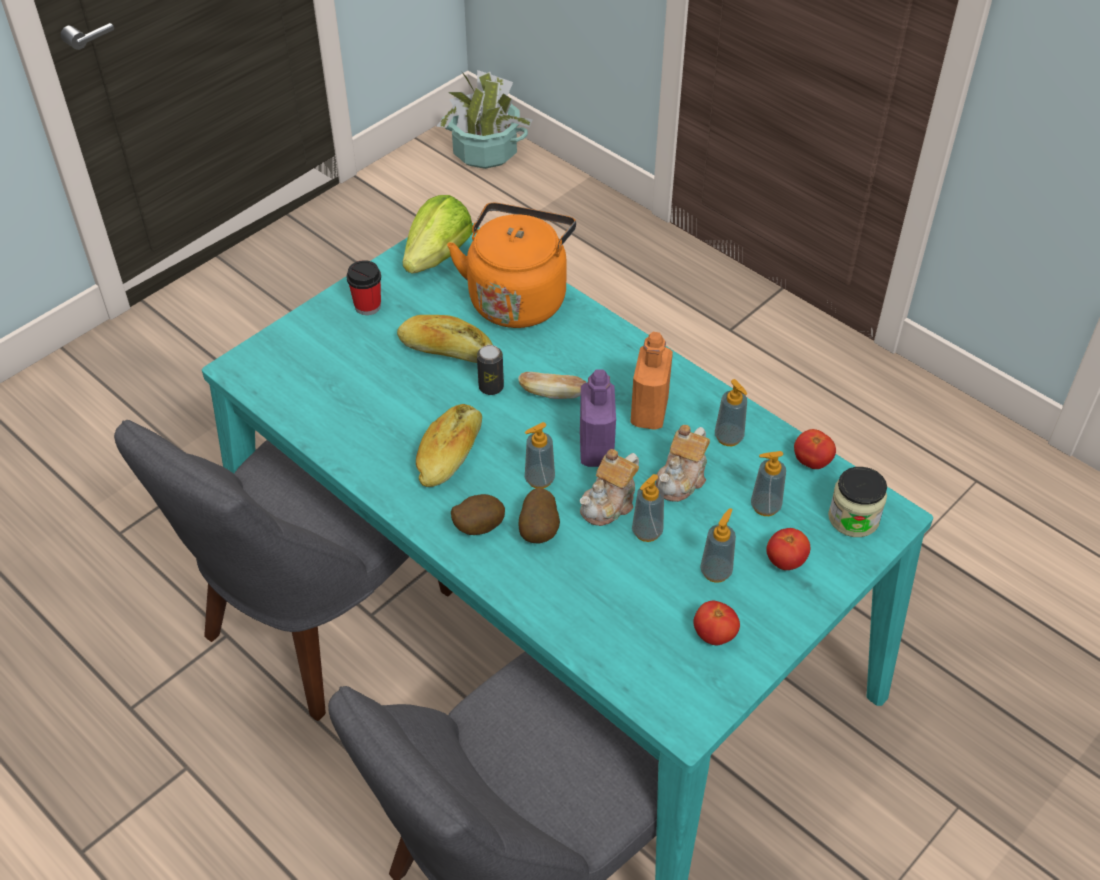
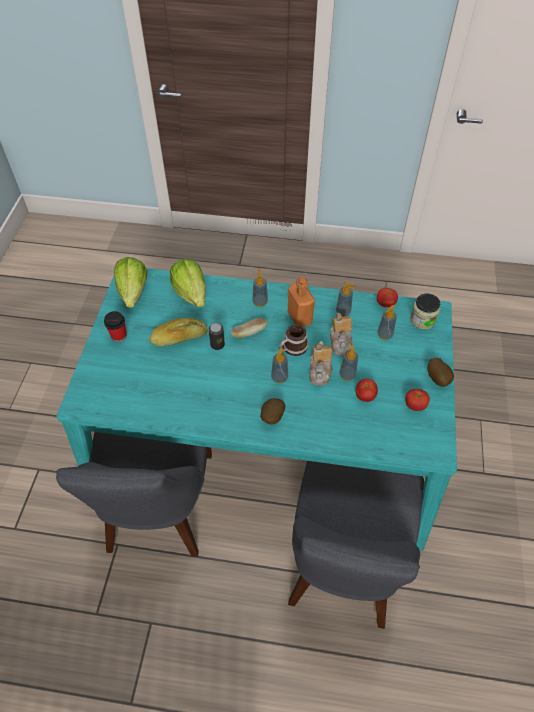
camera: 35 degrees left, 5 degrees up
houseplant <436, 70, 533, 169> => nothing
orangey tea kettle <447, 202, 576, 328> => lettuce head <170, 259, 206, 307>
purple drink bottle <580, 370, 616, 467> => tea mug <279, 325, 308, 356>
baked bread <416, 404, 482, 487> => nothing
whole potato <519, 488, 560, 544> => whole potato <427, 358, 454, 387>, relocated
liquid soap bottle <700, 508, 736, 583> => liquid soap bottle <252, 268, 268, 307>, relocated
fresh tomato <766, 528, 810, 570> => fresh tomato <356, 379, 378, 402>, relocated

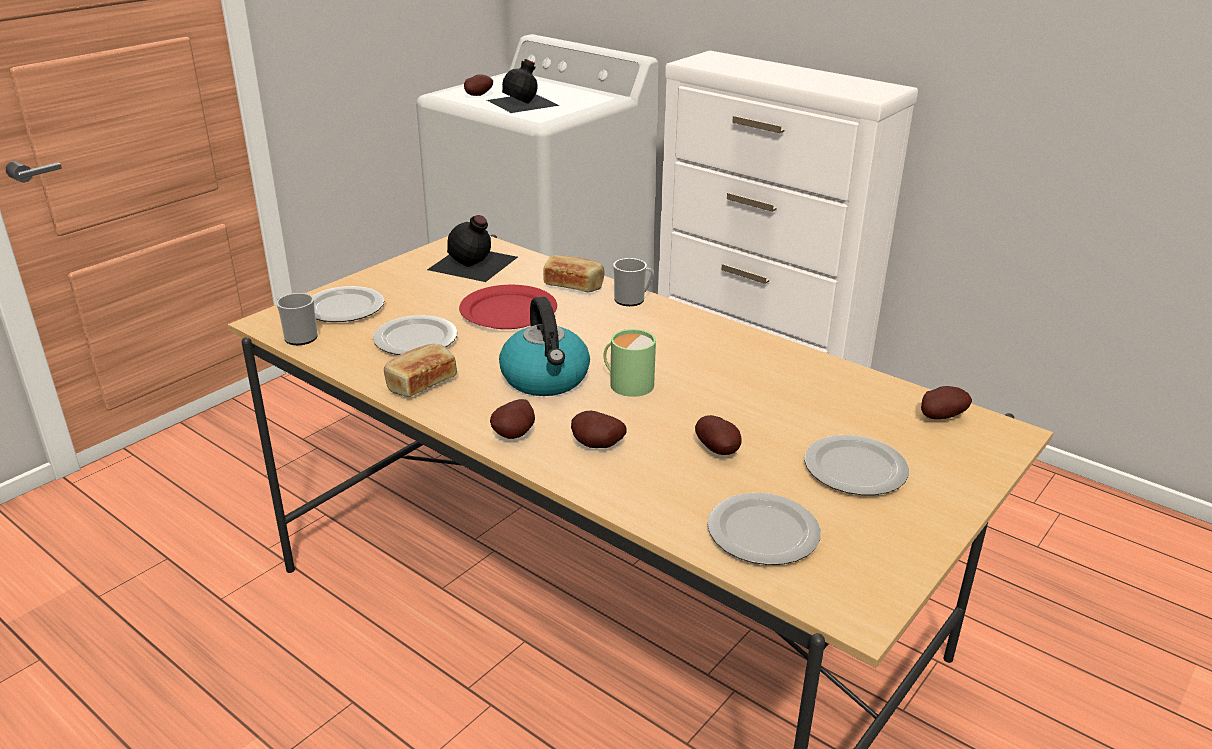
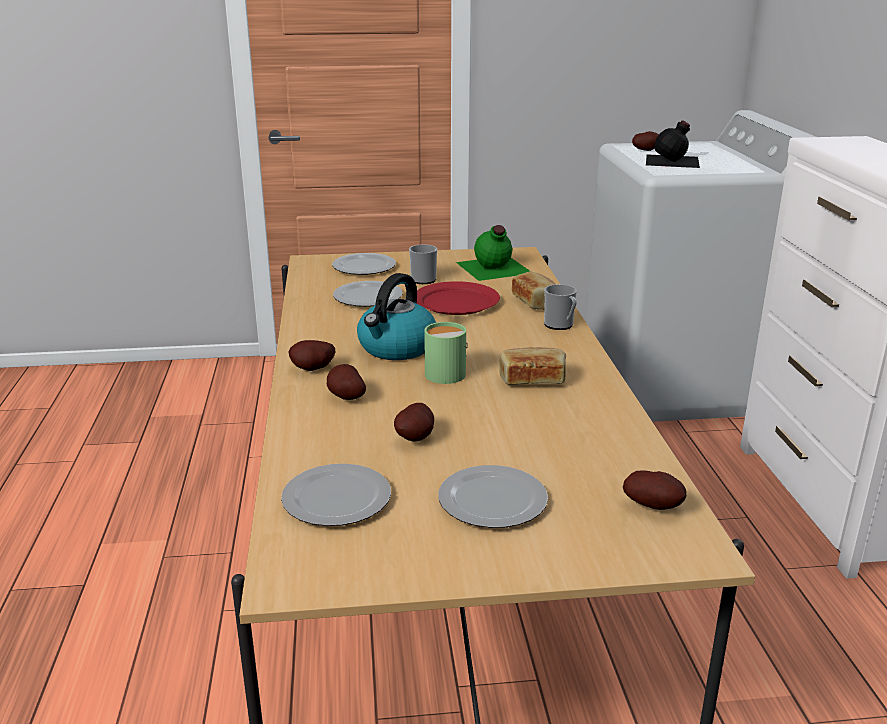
camera: 45 degrees right, 5 degrees down
black drink bottle <427, 215, 518, 282> => greenish drink bottle <456, 225, 531, 281>
tea mug <276, 293, 318, 345> => tea mug <409, 244, 437, 284>, relocated
baked bread <384, 344, 457, 397> => baked bread <499, 347, 566, 385>, relocated

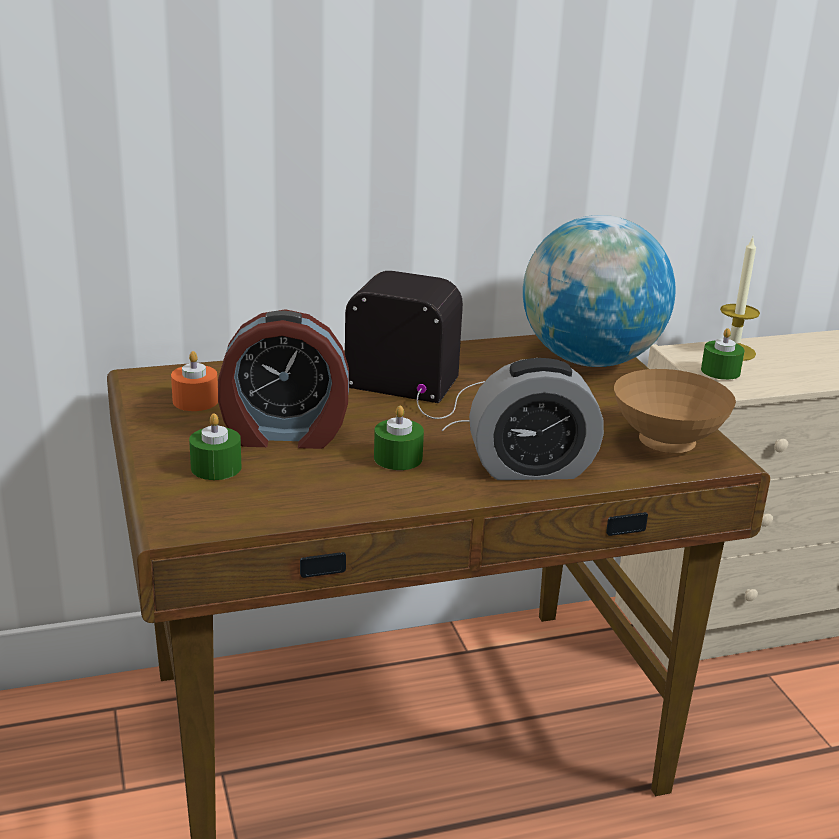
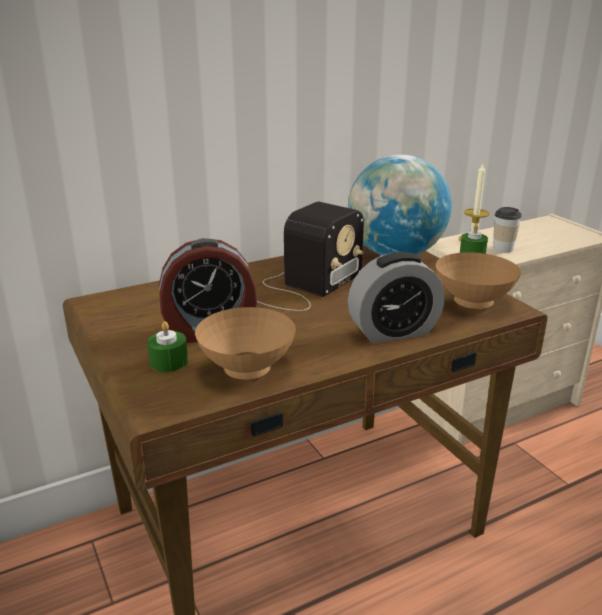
camera: 10 degrees left, 0 degrees up
radio receiver <345, 271, 485, 431> => radio receiver <255, 202, 364, 311>, 120 degrees clockwise
orangey wax light <171, 351, 218, 411> => nothing
greenish wax light <374, 406, 424, 470> => nothing
nothing => cup <493, 207, 522, 253>
nothing => brown-coloured bowl <195, 307, 296, 380>

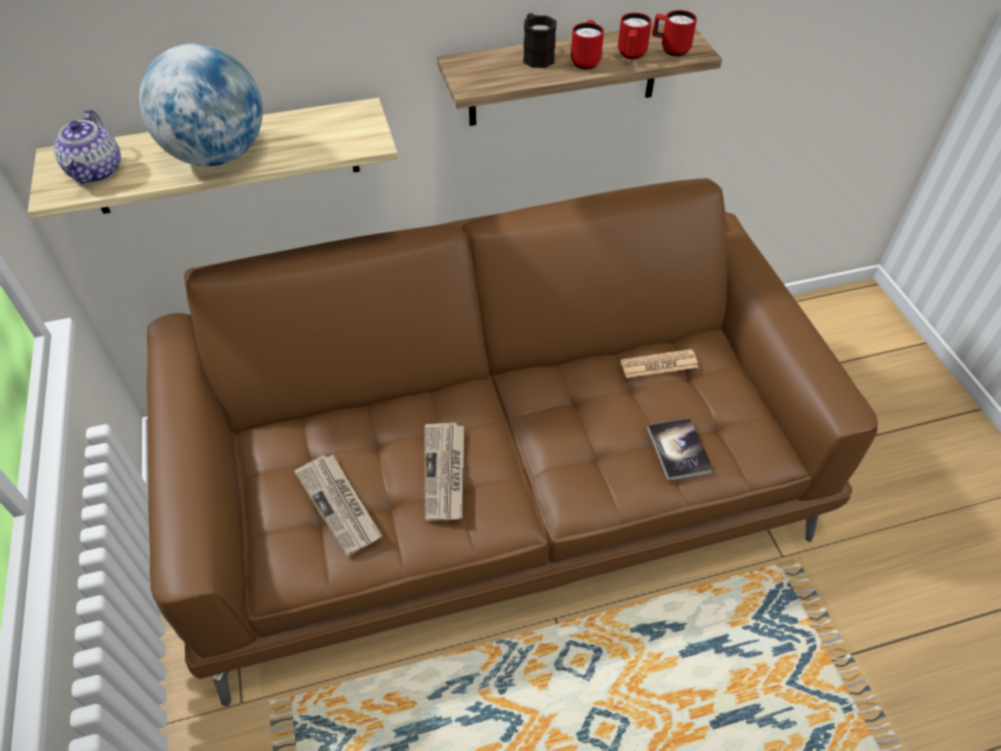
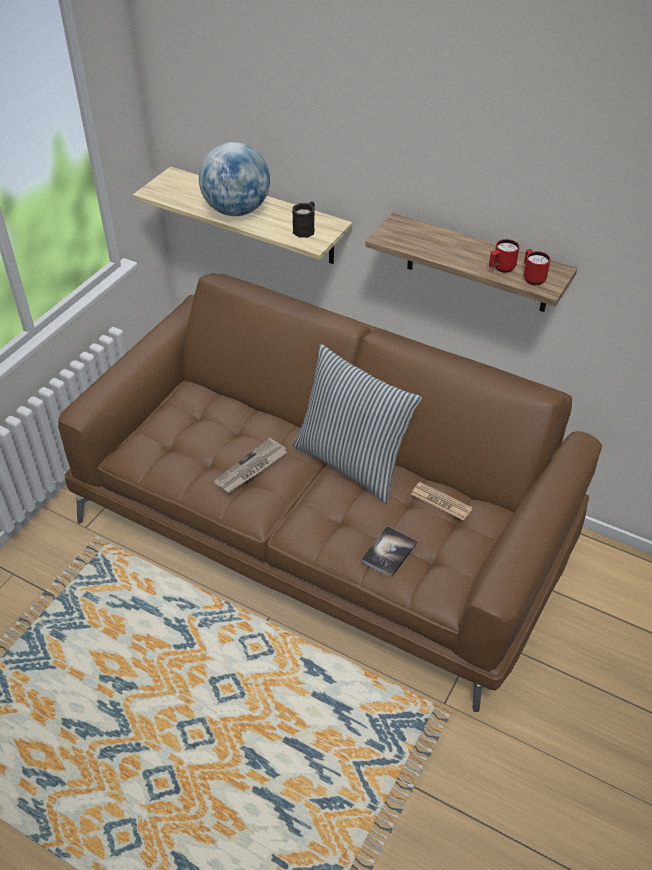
camera: 45 degrees right, 5 degrees down
black tea mug <523, 13, 557, 68> => black tea mug <292, 202, 315, 238>, relocated
red tea mug <571, 20, 604, 70> => nothing
tea pot <54, 110, 121, 184> => nothing
newspaper <294, 455, 382, 557> => nothing
nothing => throw pillow <293, 344, 422, 504>

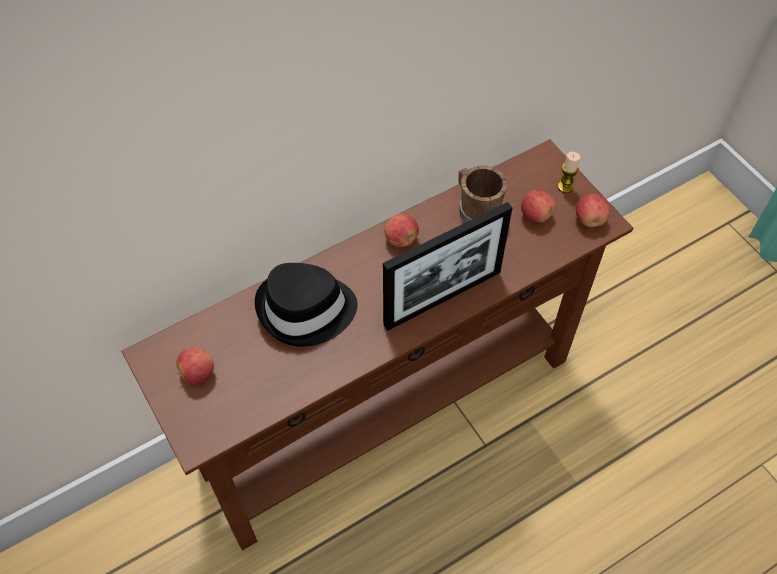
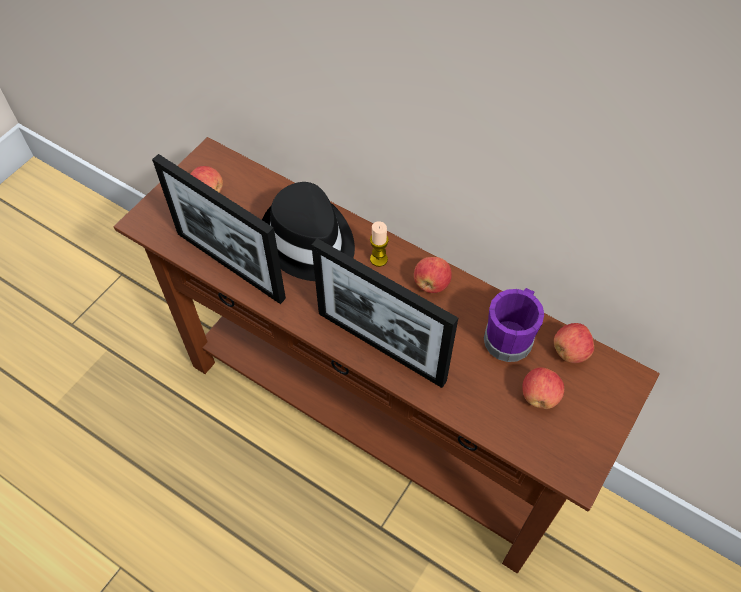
camera: 65 degrees right, 0 degrees up
wax light <558, 152, 580, 193> => wax light <370, 221, 389, 267>, relocated
brown-coloured tea mug <458, 165, 507, 223> => purple tea mug <484, 288, 544, 362>
apple <576, 194, 610, 227> => apple <554, 323, 594, 363>, relocated
nothing => standing frame <152, 154, 286, 304>

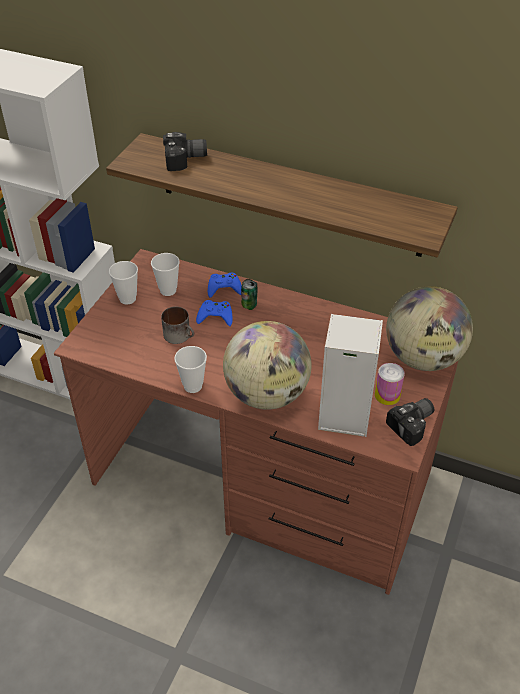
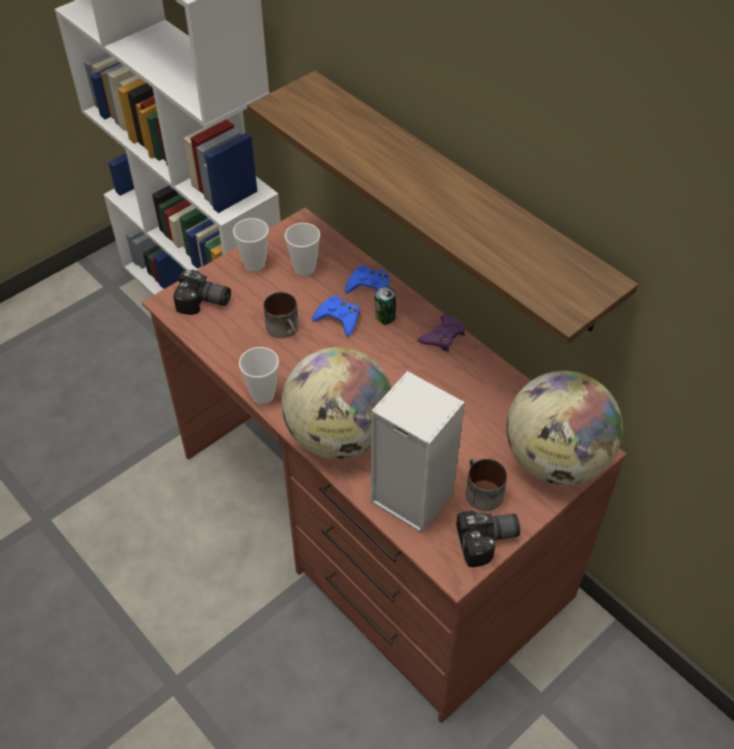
camera: 25 degrees right, 5 degrees up
still camera <163, 132, 207, 171> => still camera <173, 270, 231, 315>, relocated
metal can <375, 363, 405, 405> => tea mug <466, 459, 507, 511>
nothing => purple gamepad <417, 315, 466, 352>

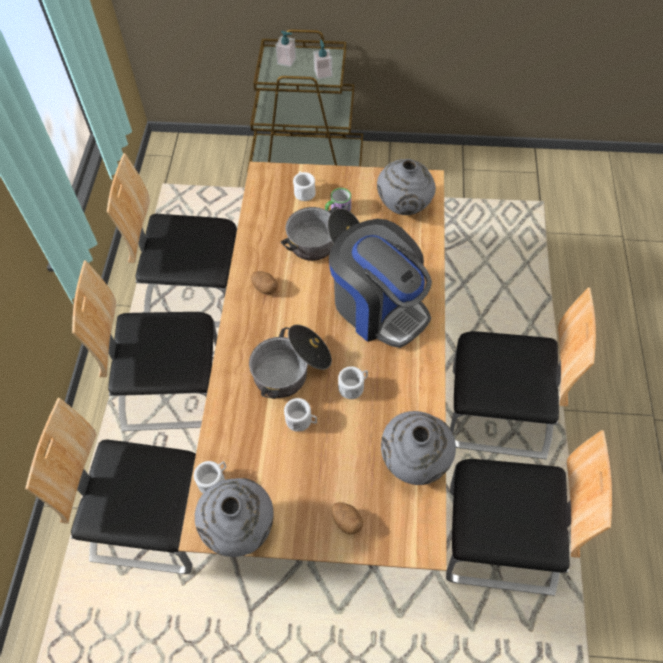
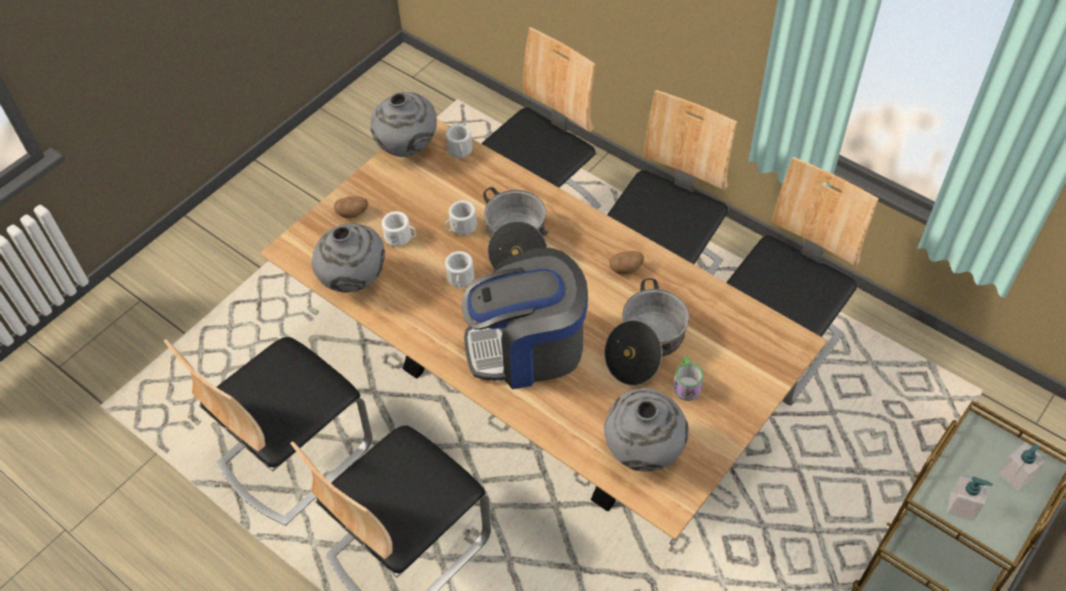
camera: 125 degrees right, 5 degrees down
white tea mug <293, 171, 316, 201> => white tea mug <382, 211, 416, 247>, relocated

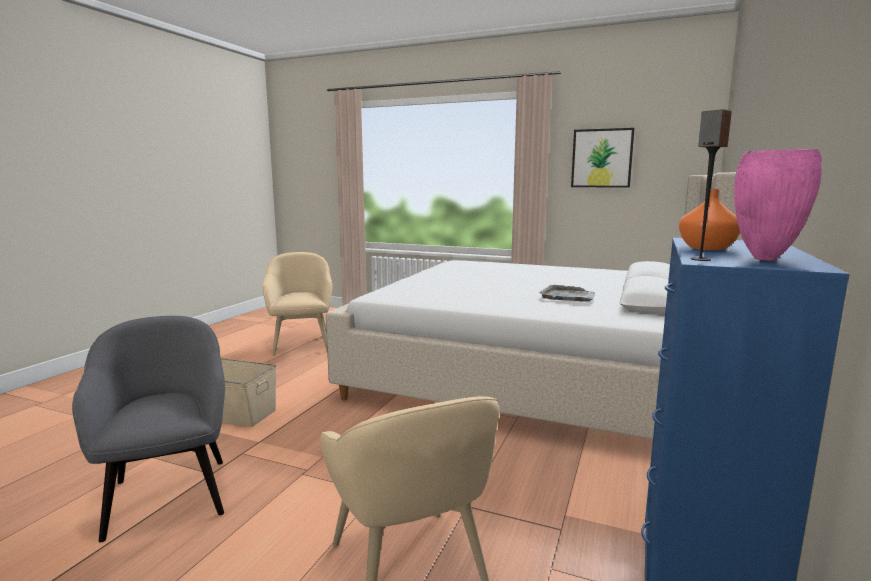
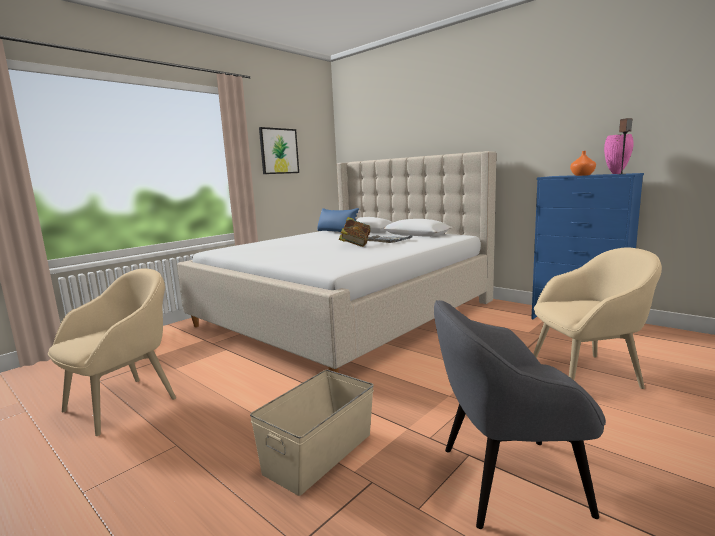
camera: 70 degrees left, 0 degrees up
sand-coloured armchair <263, 252, 332, 356> => sand-coloured armchair <48, 268, 176, 436>, 120 degrees clockwise
nothing => blue throw pillow <317, 208, 361, 232>
nothing => book <339, 217, 371, 247>

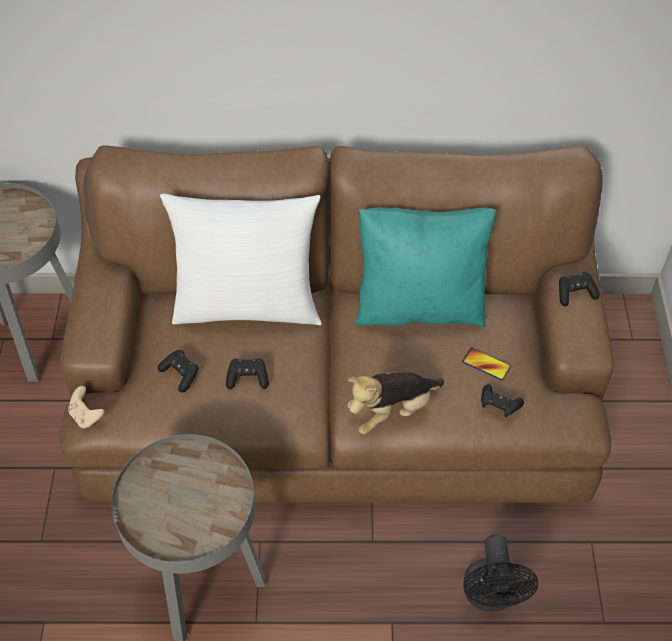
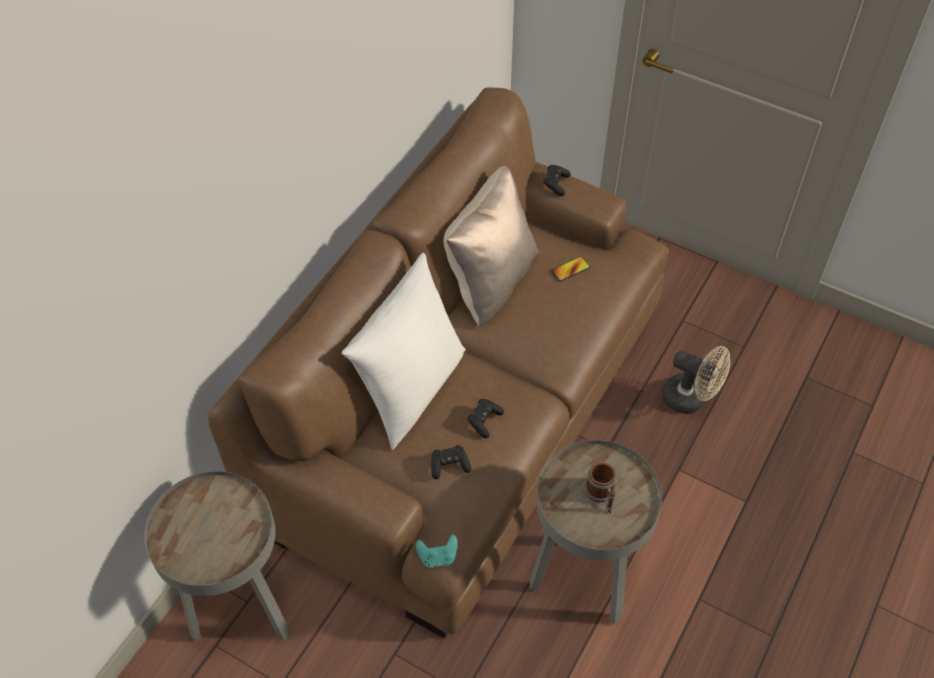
camera: 60 degrees left, 0 degrees up
turquoise throw pillow <354, 207, 496, 327> => sand-coloured throw pillow <443, 165, 539, 328>
soft toy <348, 372, 444, 434> => nothing
black gamepad <481, 384, 524, 417> => nothing
sand-coloured gamepad <68, 386, 105, 428> => turquoise gamepad <416, 534, 458, 568>
black cooling fan <463, 534, 538, 612> => sand-coloured cooling fan <662, 346, 730, 414>
nothing => tea mug <585, 462, 617, 514>

